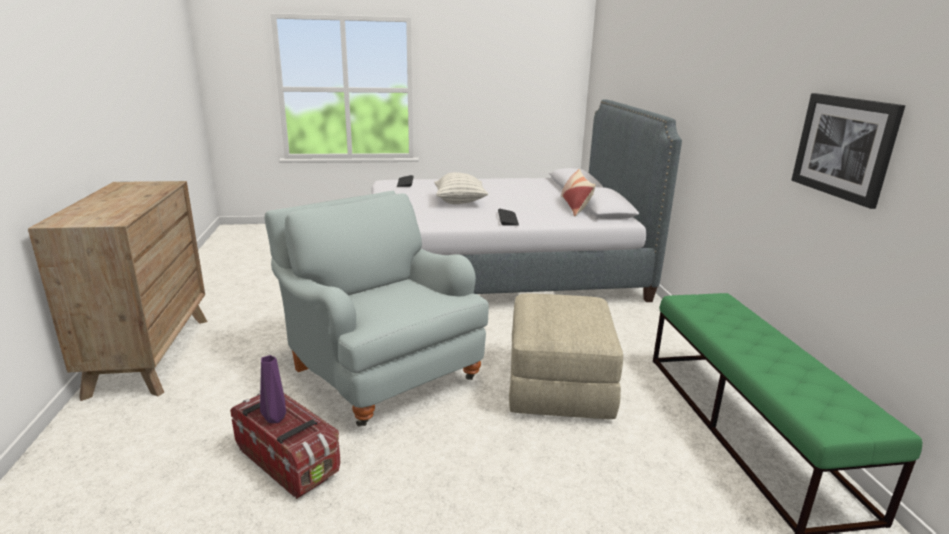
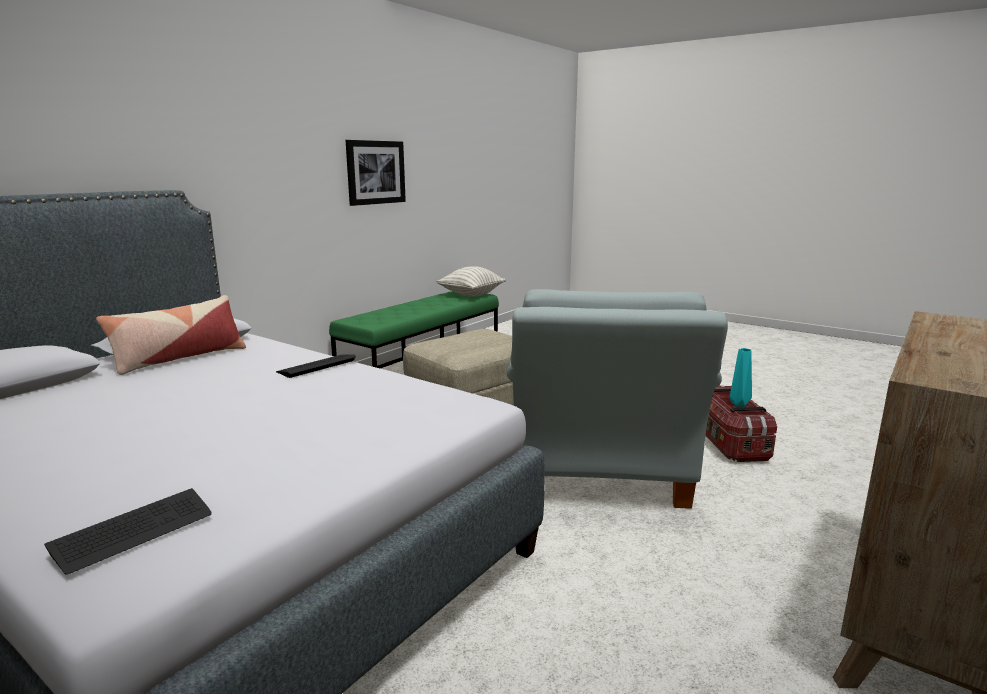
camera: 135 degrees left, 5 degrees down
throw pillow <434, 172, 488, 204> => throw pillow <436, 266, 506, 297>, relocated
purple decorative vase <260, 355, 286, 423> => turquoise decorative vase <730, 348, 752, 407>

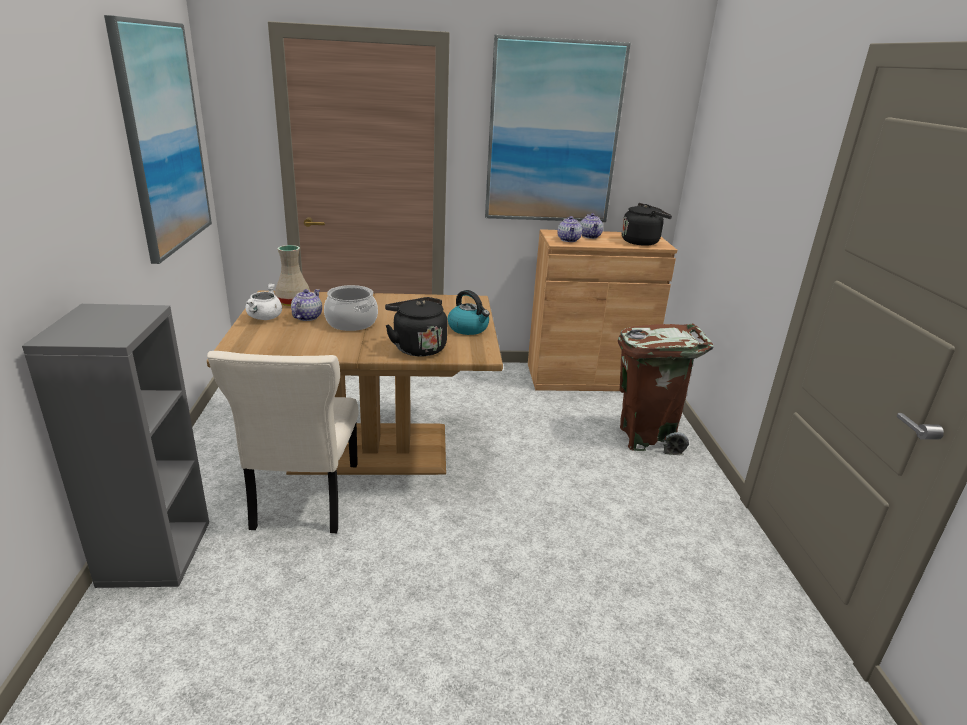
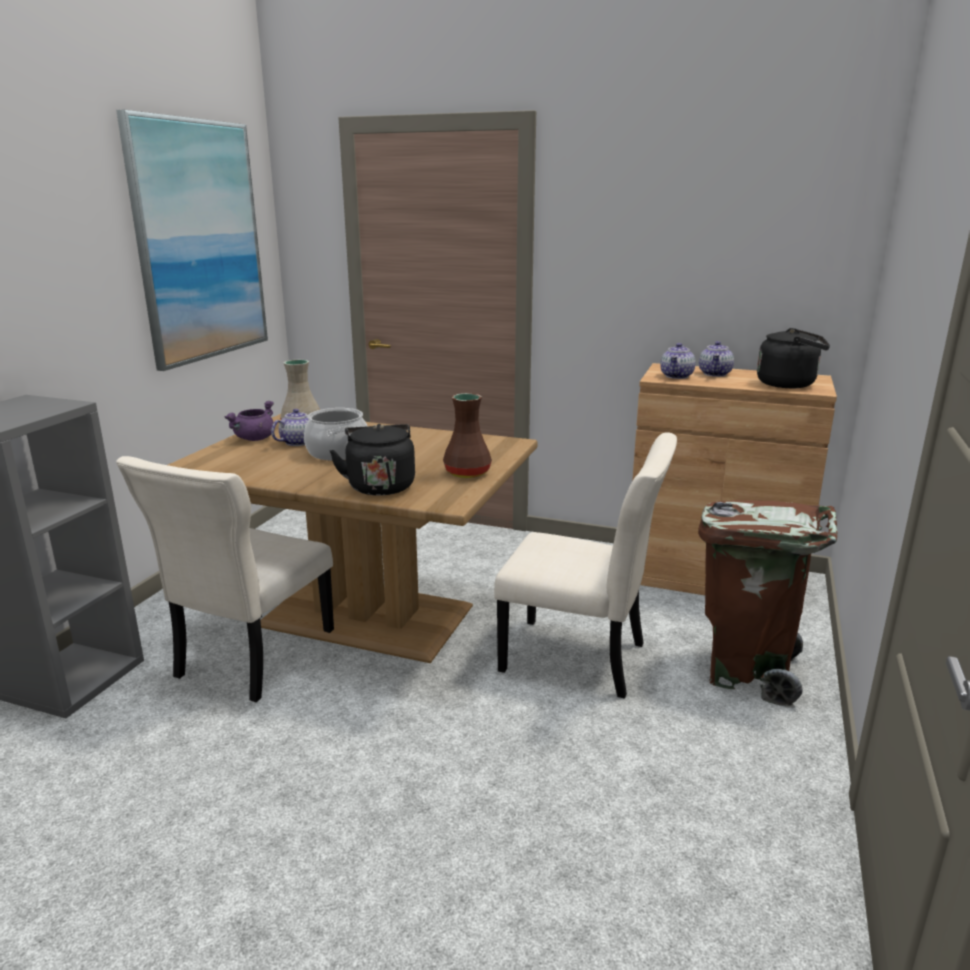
camera: 25 degrees right, 5 degrees down
wall art <485, 35, 631, 222> => nothing
white cooking pot <245, 283, 282, 320> => purple cooking pot <225, 401, 274, 441>
tea kettle <448, 290, 490, 335> => brown-coloured decorative vase <443, 393, 492, 478>
nothing => sand-coloured chair <494, 432, 677, 699>

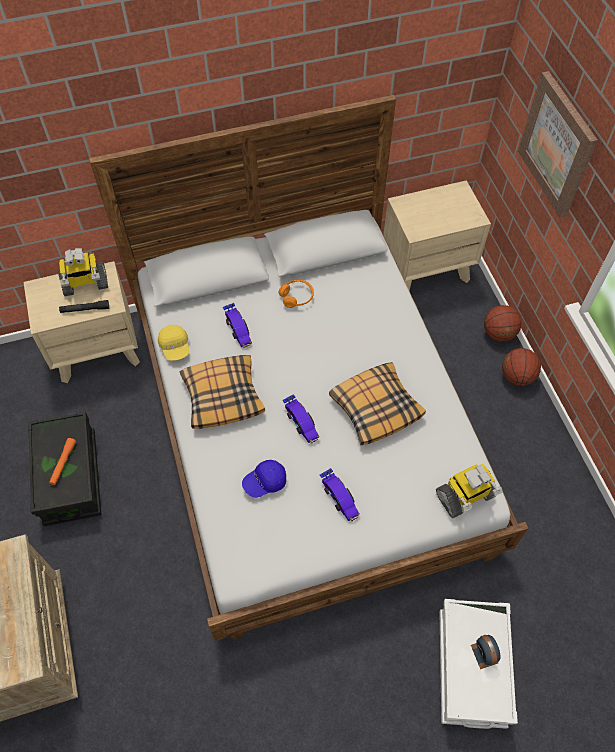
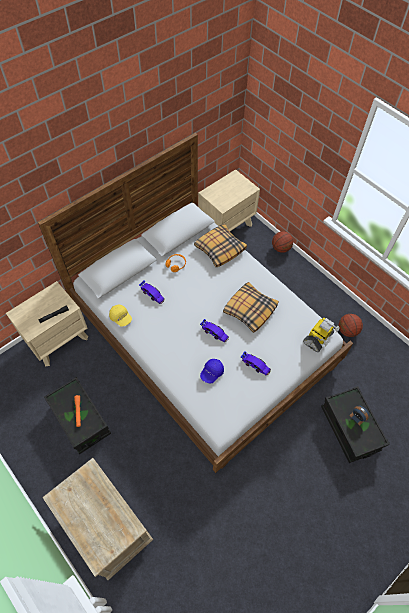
camera: 25 degrees left, 0 degrees up
wall art <518, 71, 598, 218> => nothing
model robot <58, 248, 108, 296> => nothing
ball for basketball <502, 348, 541, 386> => ball for basketball <339, 314, 363, 337>, relocated
throw pillow <180, 355, 265, 429> => throw pillow <194, 224, 247, 267>, relocated
white storage bin <439, 599, 518, 729> => black storage bin <321, 386, 390, 463>

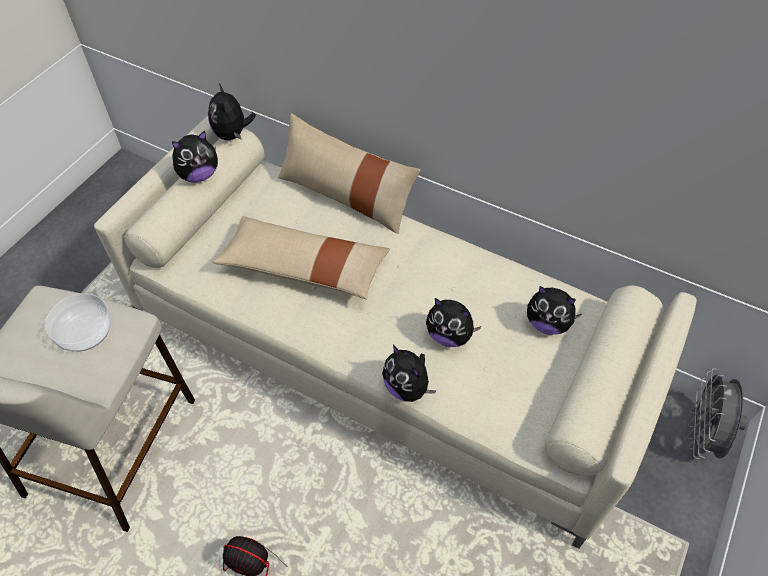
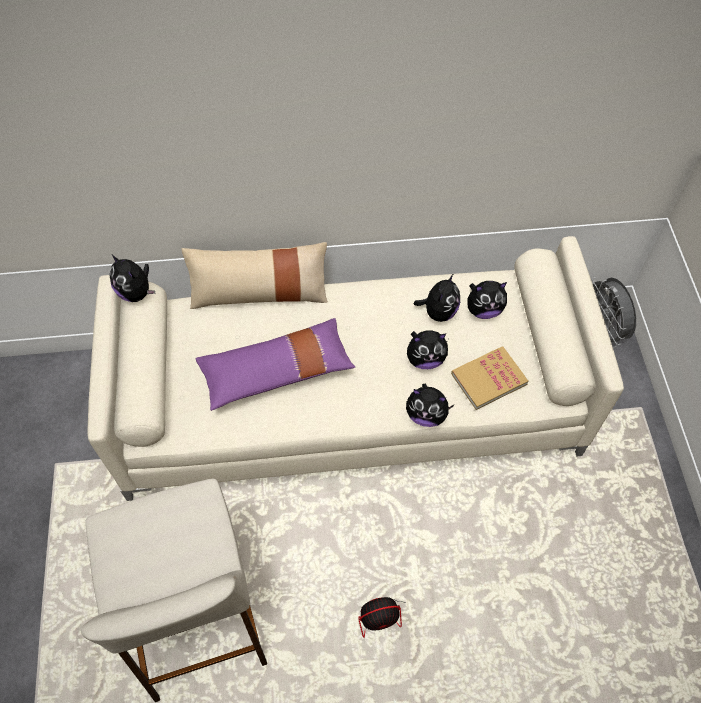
camera: 35 degrees left, 5 degrees up
soft toy <172, 130, 218, 182> => soft toy <414, 274, 460, 322>, relocated
sand-coloured throw pillow <212, 216, 390, 299> => purple throw pillow <196, 318, 355, 411>
bowl <45, 293, 112, 352> => nothing
nothing => book <451, 346, 528, 410>

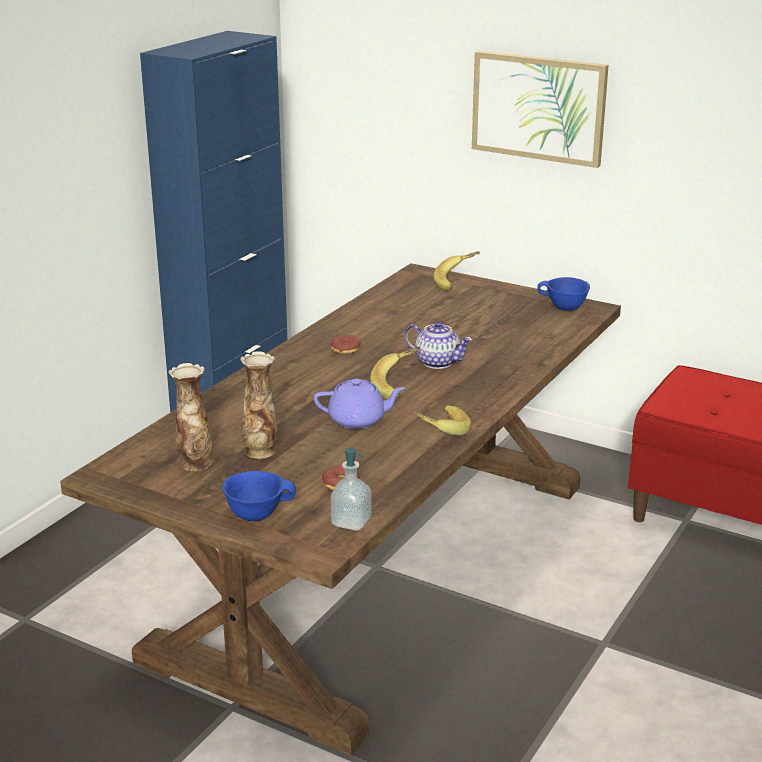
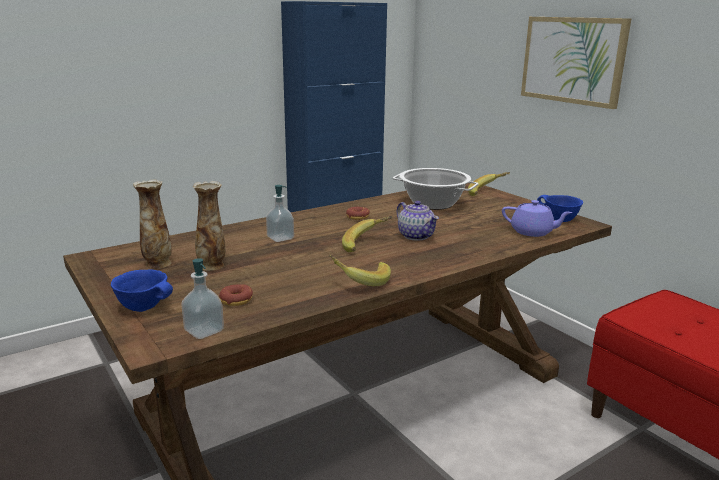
camera: 25 degrees right, 5 degrees down
purple tea pot <314, 379, 405, 429> => purple tea pot <502, 200, 573, 237>, relocated
nothing => cooking pot <393, 168, 478, 210>
nothing => liquid soap bottle <266, 185, 294, 242>

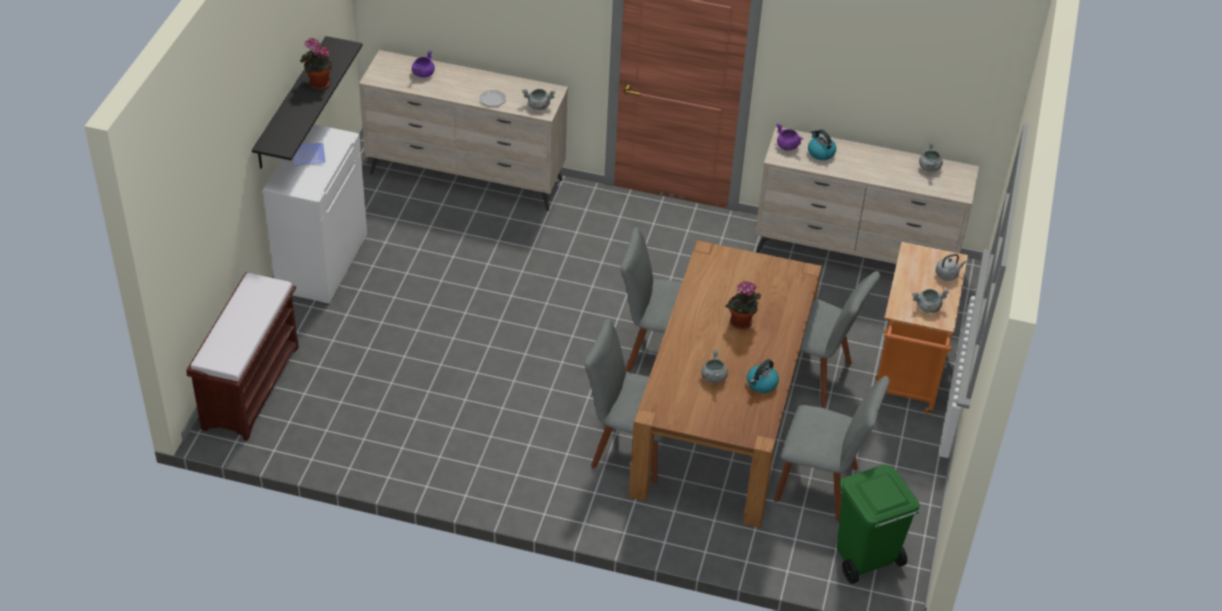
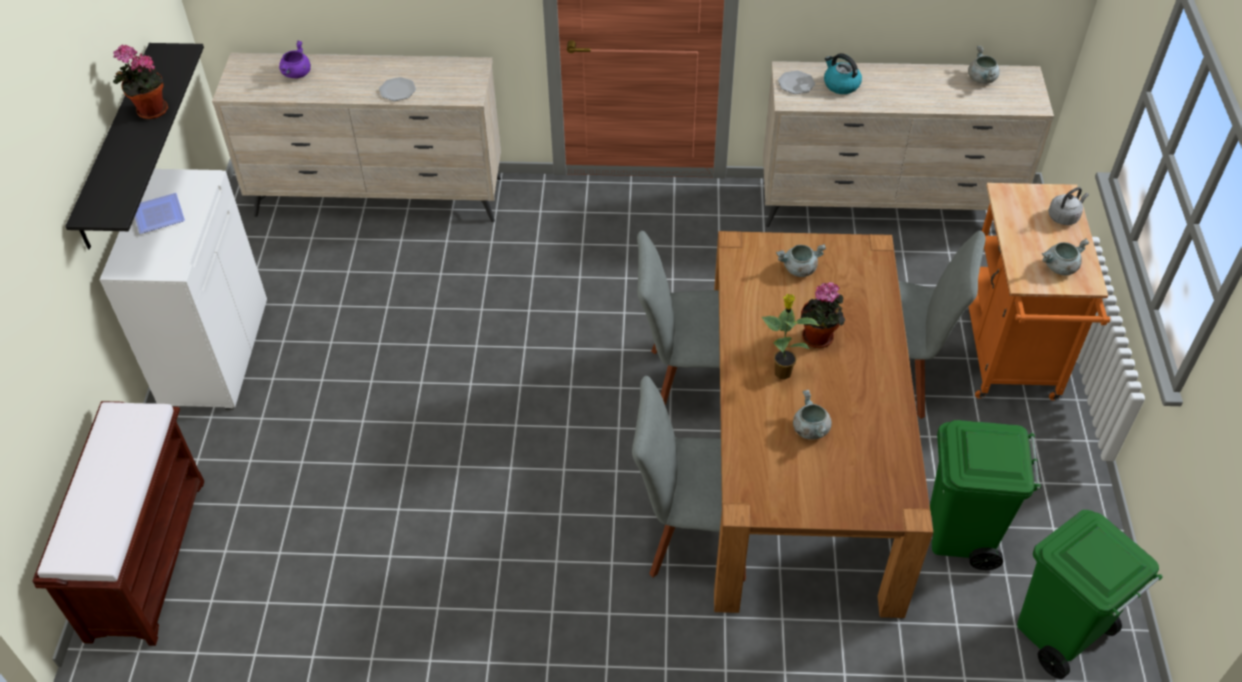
camera: 10 degrees left, 5 degrees up
gray cooking pot <522, 89, 555, 110> => gray cooking pot <776, 244, 826, 277>, relocated
purple cooking pot <776, 123, 803, 150> => flat dish <778, 71, 815, 94>
tea kettle <747, 359, 779, 393> => nothing
gray chair <774, 376, 890, 522> => greenish trash can <930, 420, 1041, 570>
nothing => houseplant <762, 294, 819, 379>

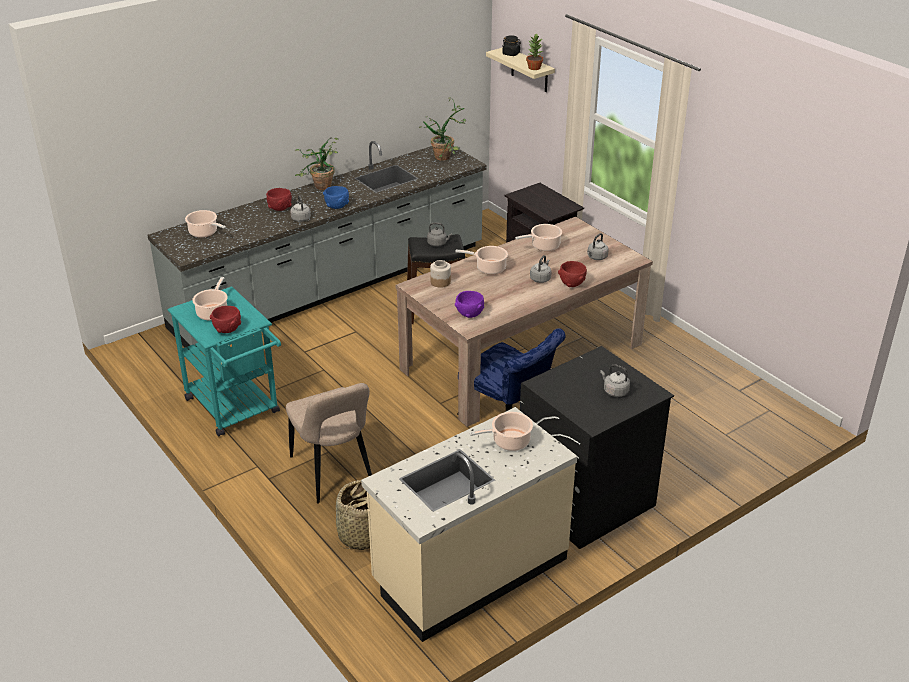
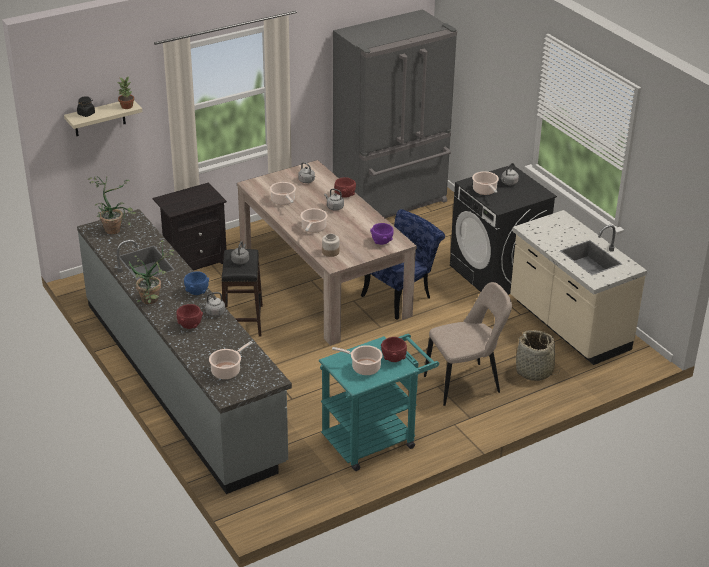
camera: 85 degrees left, 0 degrees up
cooking pot <469, 412, 533, 451> => cooking pot <472, 171, 499, 195>, relocated
nothing => gray refrigerator <333, 9, 457, 218>

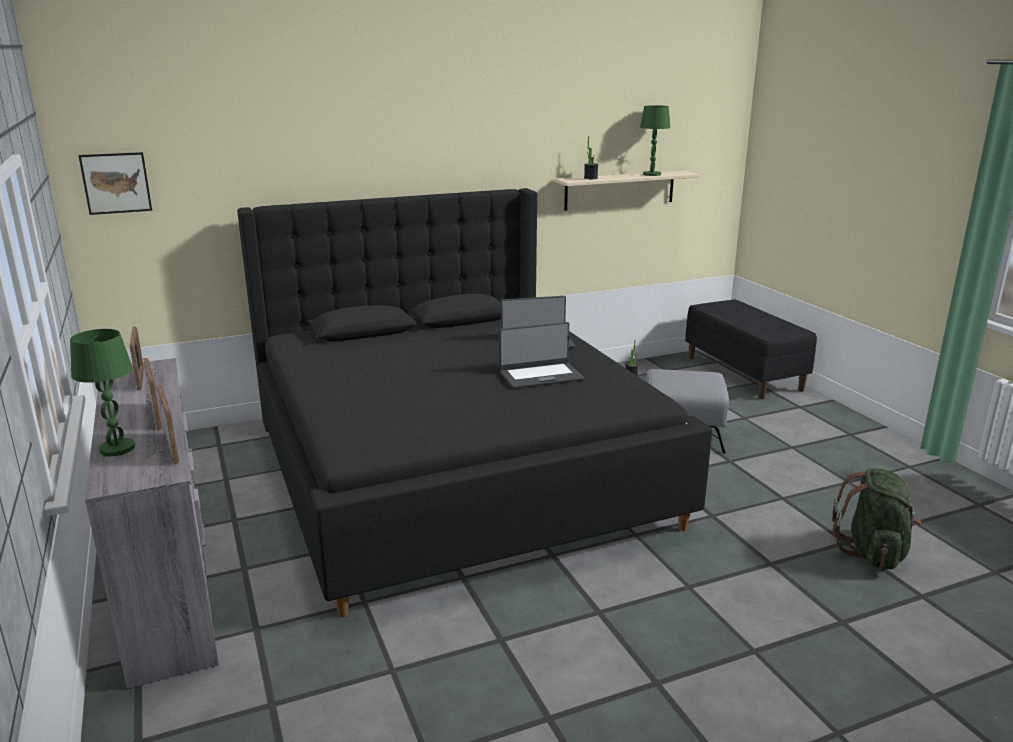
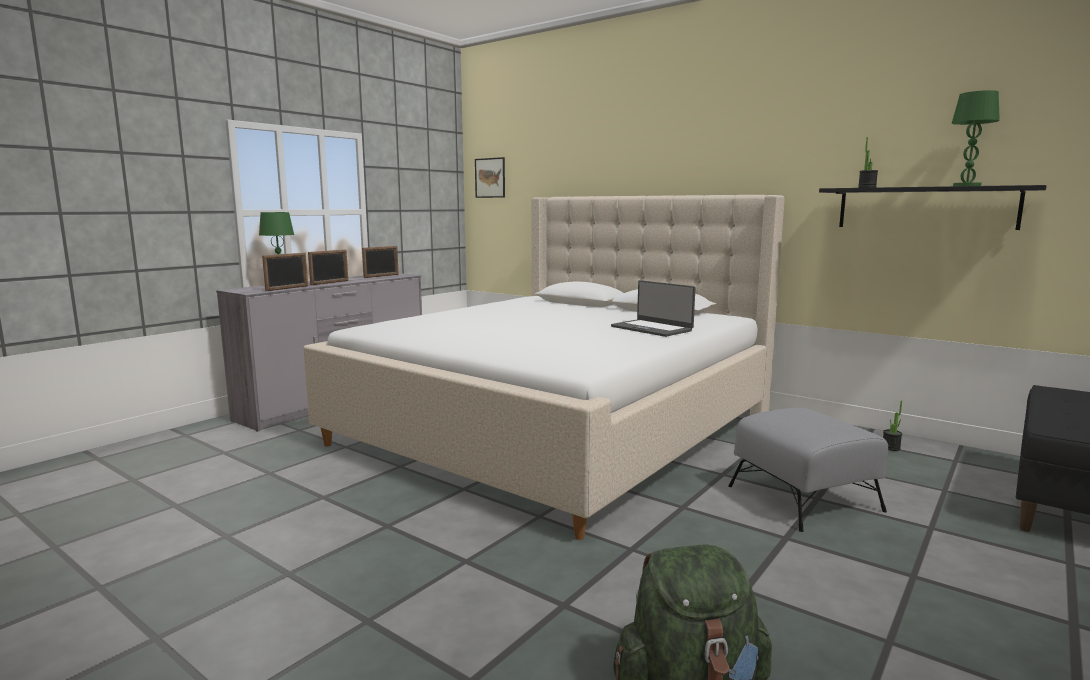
camera: 60 degrees right, 10 degrees down
sand-coloured shelf <554, 171, 699, 211> => black shelf <819, 185, 1047, 230>
black bedroom bed <237, 188, 712, 617> => sand-coloured bedroom bed <303, 195, 785, 540>
notebook computer <499, 322, 584, 389> => nothing

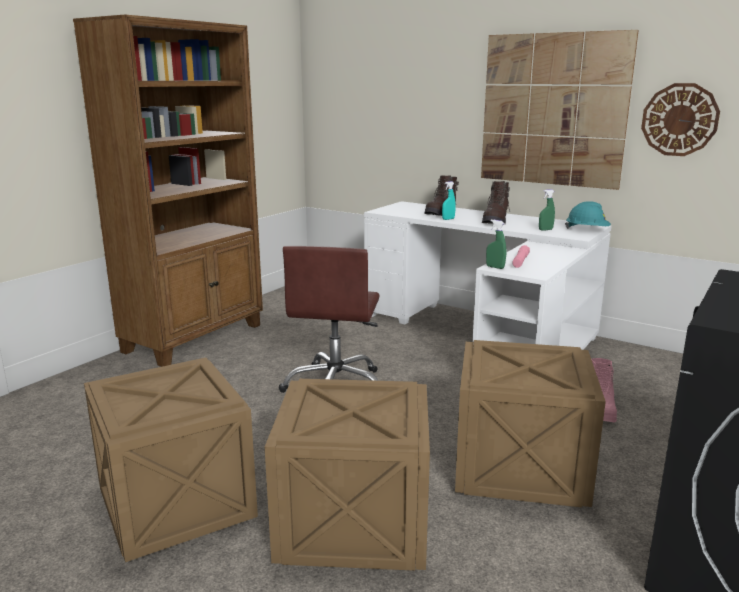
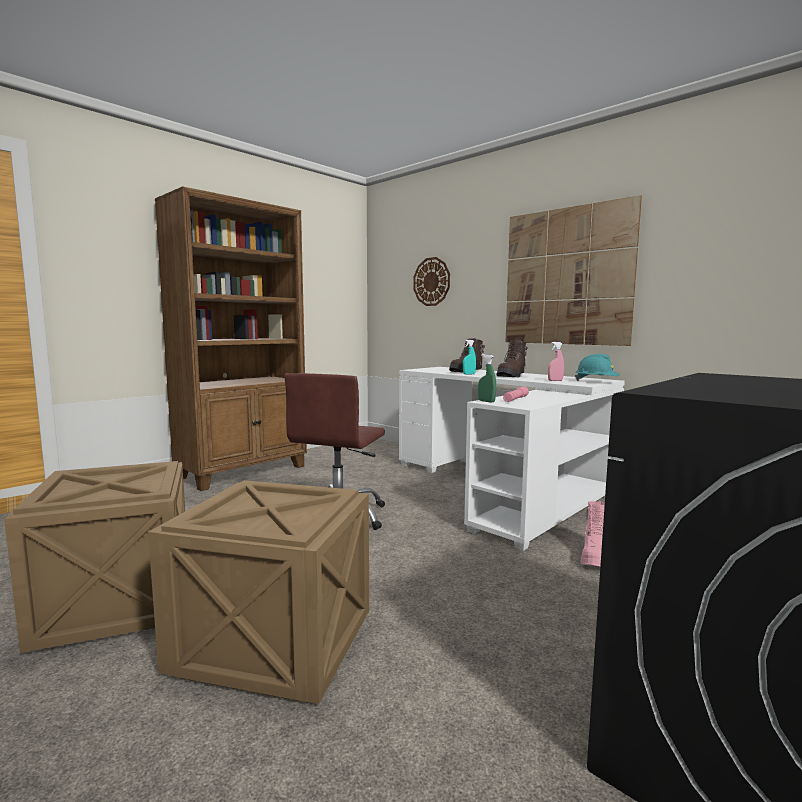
camera: 10 degrees right, 10 degrees down
clock on the wall <641, 83, 720, 156> => clock on the wall <413, 257, 450, 306>, relocated
greenish spray bottle <539, 189, 555, 231> => pink spray bottle <548, 342, 564, 381>
crate <455, 340, 606, 507> => nothing

